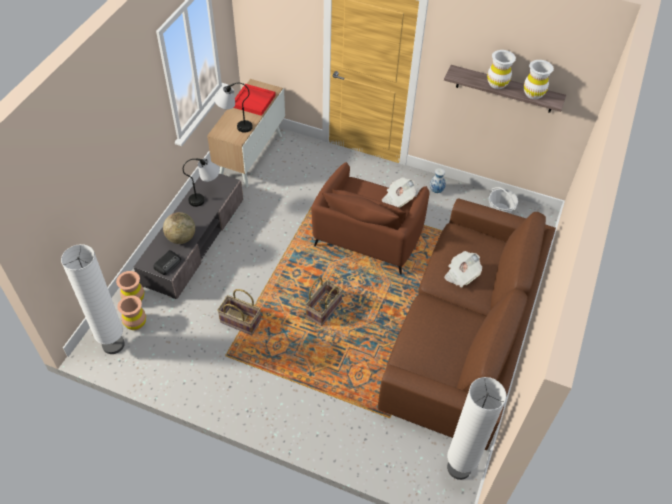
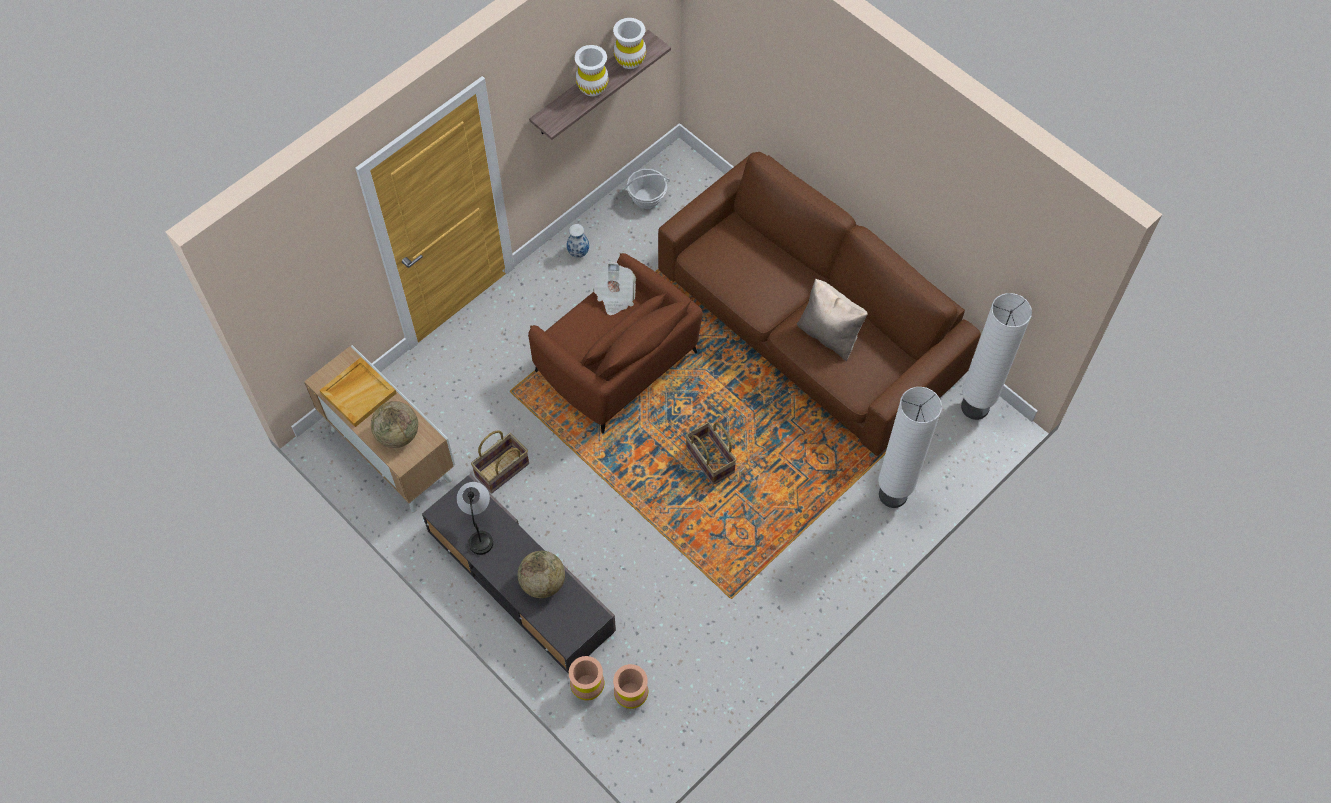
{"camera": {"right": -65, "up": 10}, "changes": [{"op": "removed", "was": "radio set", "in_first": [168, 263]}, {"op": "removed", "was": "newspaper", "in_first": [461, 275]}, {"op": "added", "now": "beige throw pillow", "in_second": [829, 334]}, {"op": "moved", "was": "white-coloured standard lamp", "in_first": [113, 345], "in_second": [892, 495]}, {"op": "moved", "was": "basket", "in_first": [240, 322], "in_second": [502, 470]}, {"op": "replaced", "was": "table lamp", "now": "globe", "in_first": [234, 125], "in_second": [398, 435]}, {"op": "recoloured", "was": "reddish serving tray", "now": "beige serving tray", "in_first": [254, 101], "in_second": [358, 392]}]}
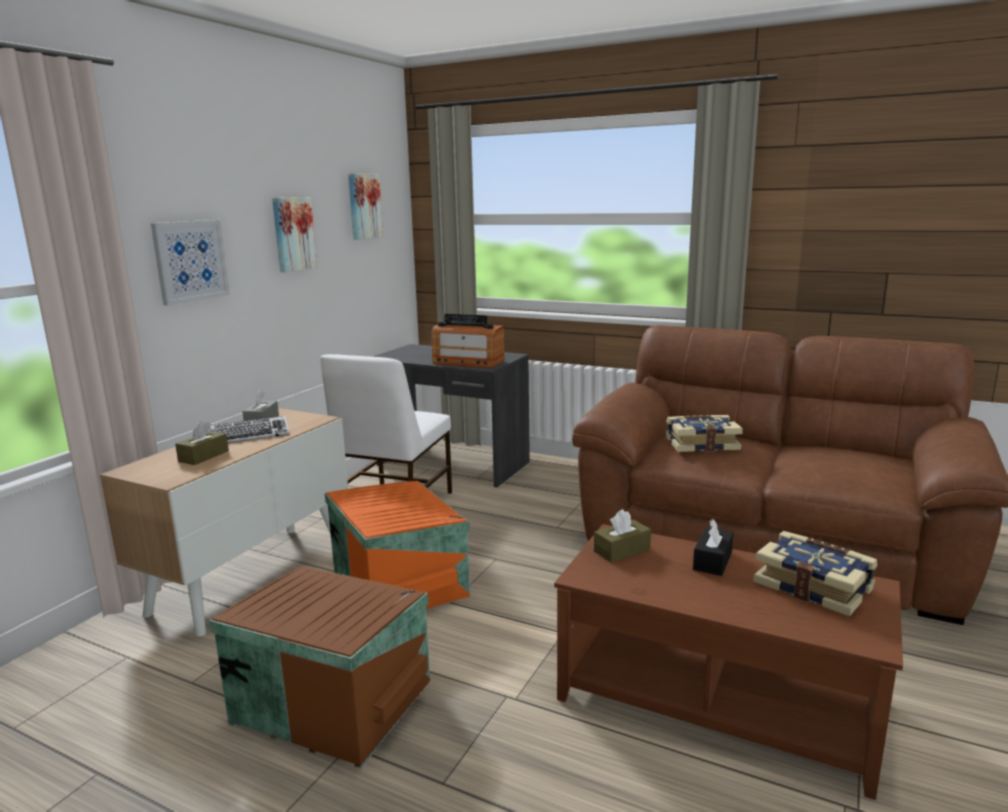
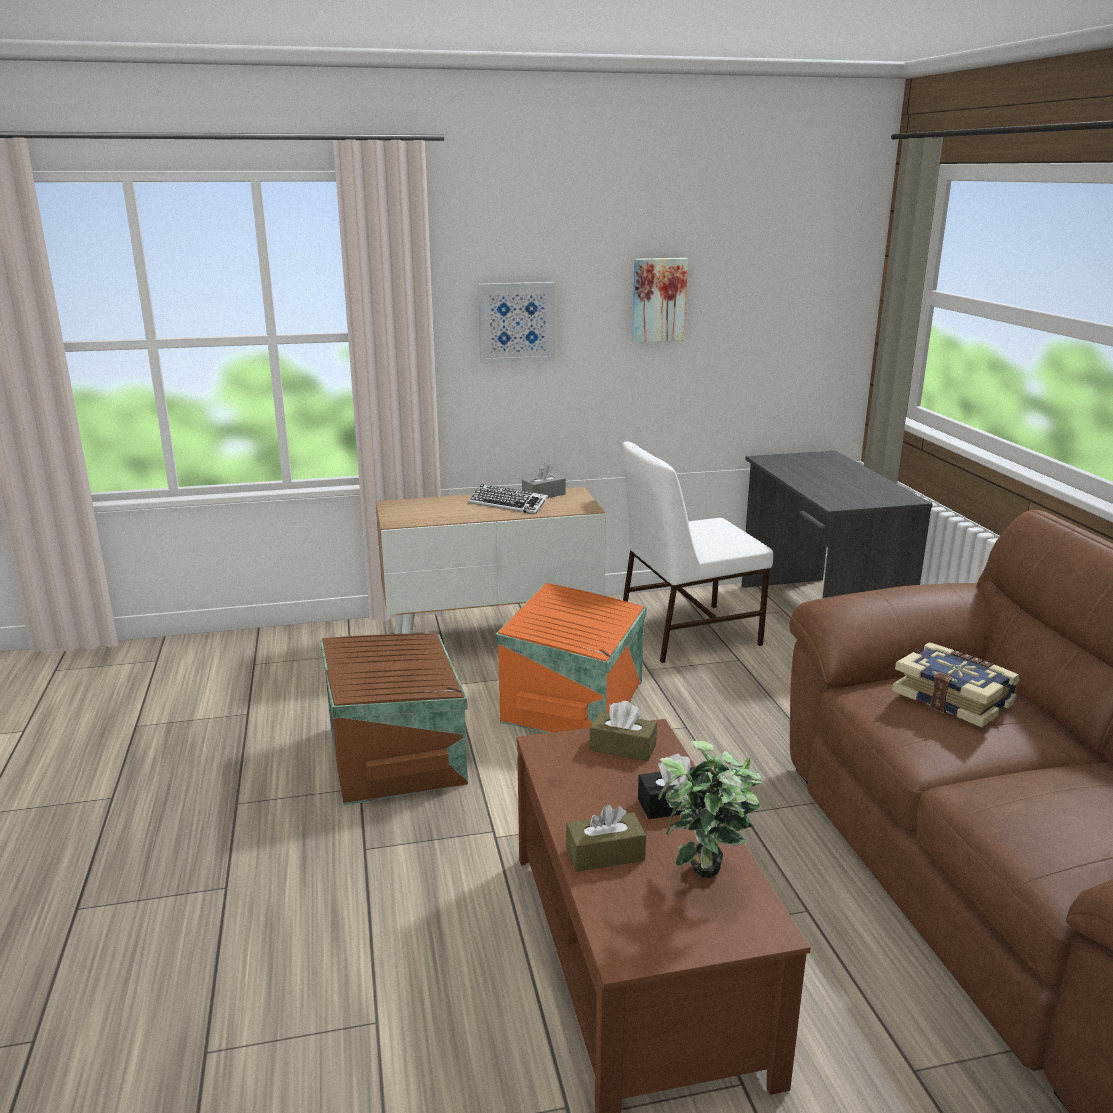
{"camera": {"right": 50, "up": 5}, "changes": [{"op": "removed", "was": "picture", "in_first": [363, 206]}, {"op": "removed", "was": "radio set", "in_first": [468, 362]}, {"op": "moved", "was": "brown-coloured tissue box", "in_first": [203, 456], "in_second": [605, 854]}, {"op": "replaced", "was": "volume", "now": "potted plant", "in_first": [813, 586], "in_second": [706, 884]}]}
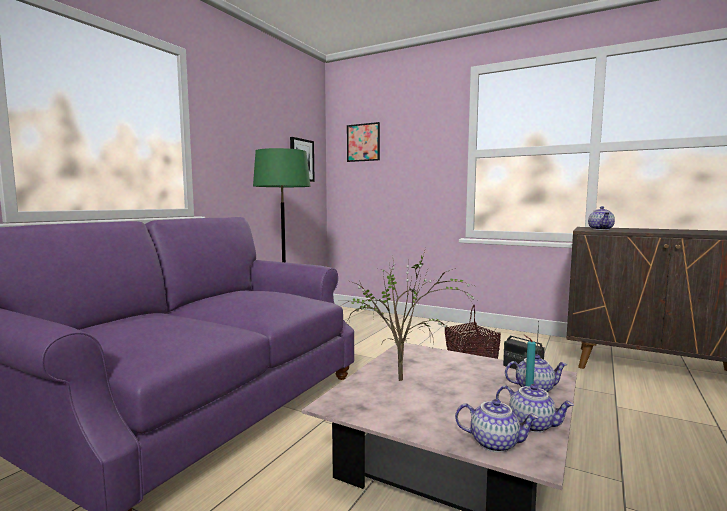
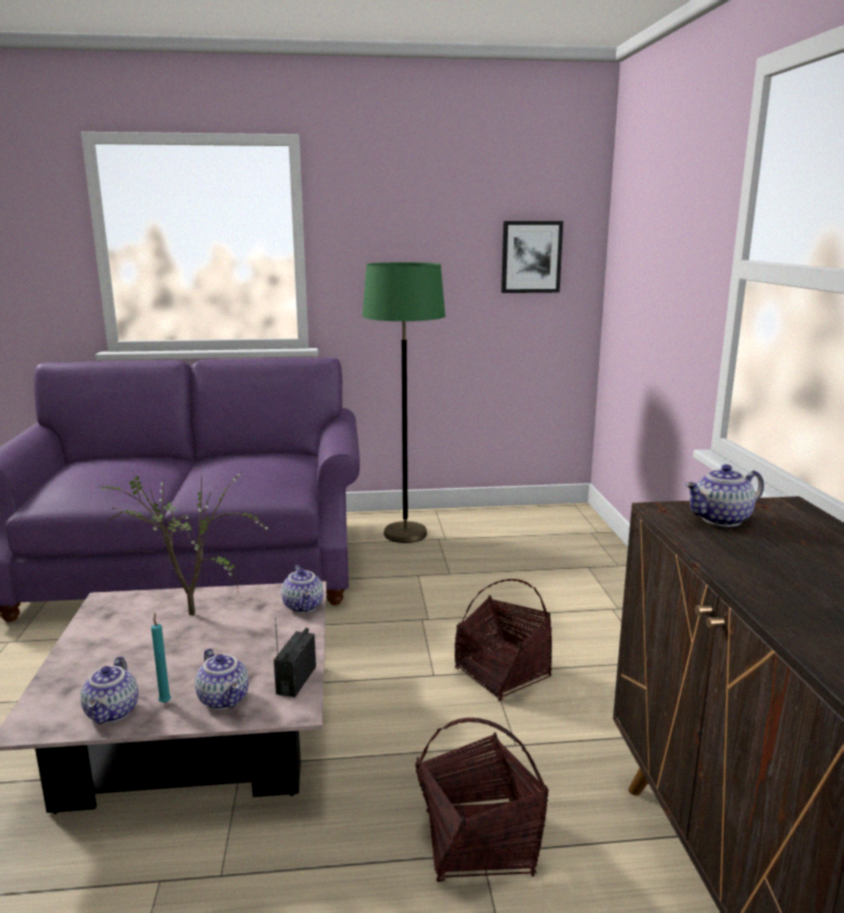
{"camera": {"right": 55, "up": 10}, "changes": [{"op": "removed", "was": "picture", "in_first": [363, 142]}, {"op": "added", "now": "basket", "in_second": [479, 843]}, {"op": "moved", "was": "pot for tea", "in_first": [495, 443], "in_second": [304, 606]}]}
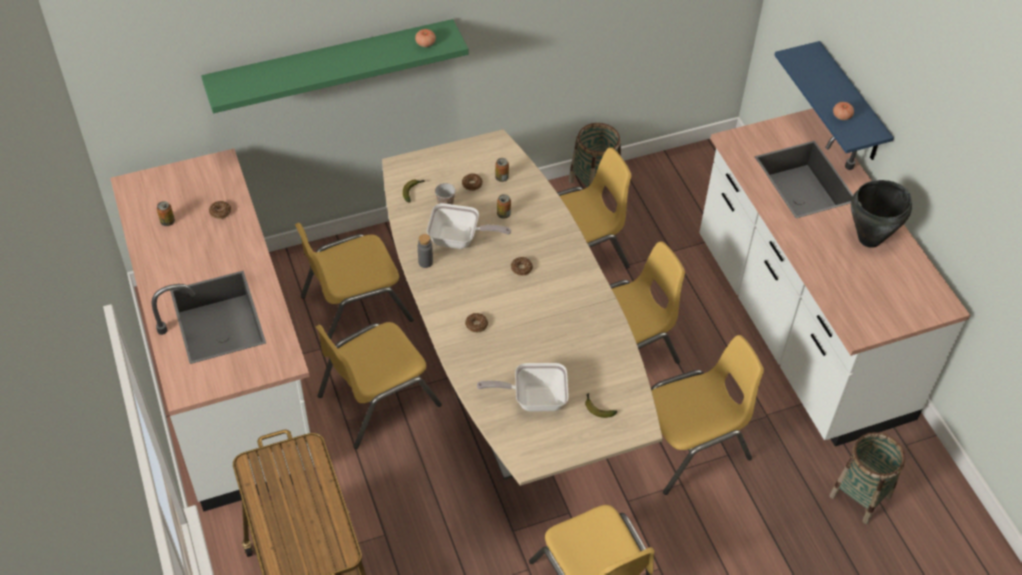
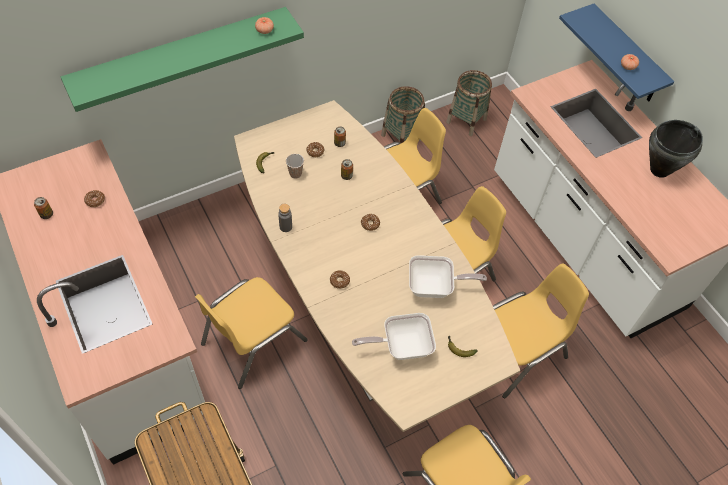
{"camera": {"right": -10, "up": 5}, "changes": [{"op": "removed", "was": "yellow chair", "in_first": [355, 307]}, {"op": "moved", "was": "frying pan", "in_first": [459, 239], "in_second": [435, 287]}, {"op": "moved", "was": "basket", "in_first": [860, 496], "in_second": [466, 120]}]}
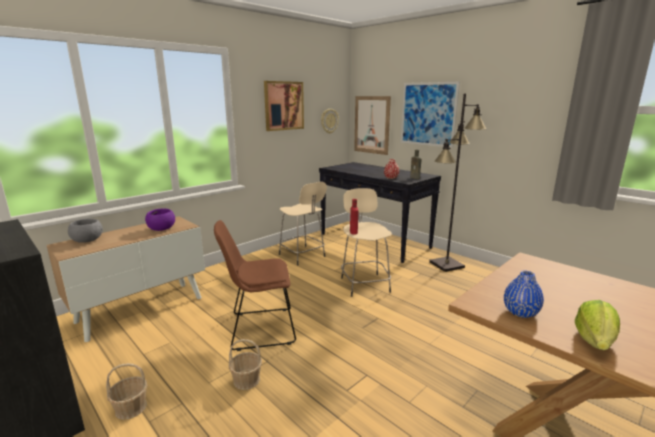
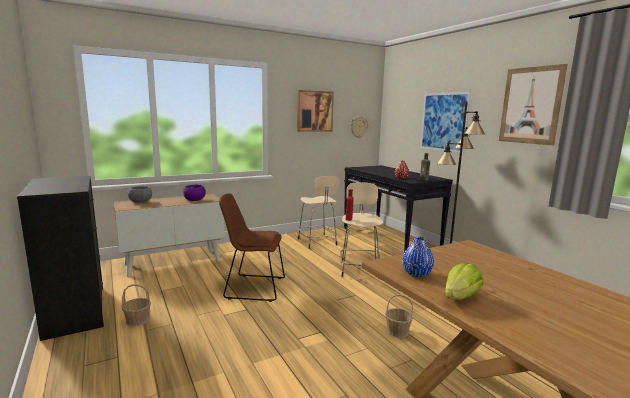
{"camera": {"right": 15, "up": -5}, "changes": [{"op": "moved", "was": "basket", "in_first": [246, 380], "in_second": [397, 331]}, {"op": "moved", "was": "picture", "in_first": [371, 125], "in_second": [530, 105]}]}
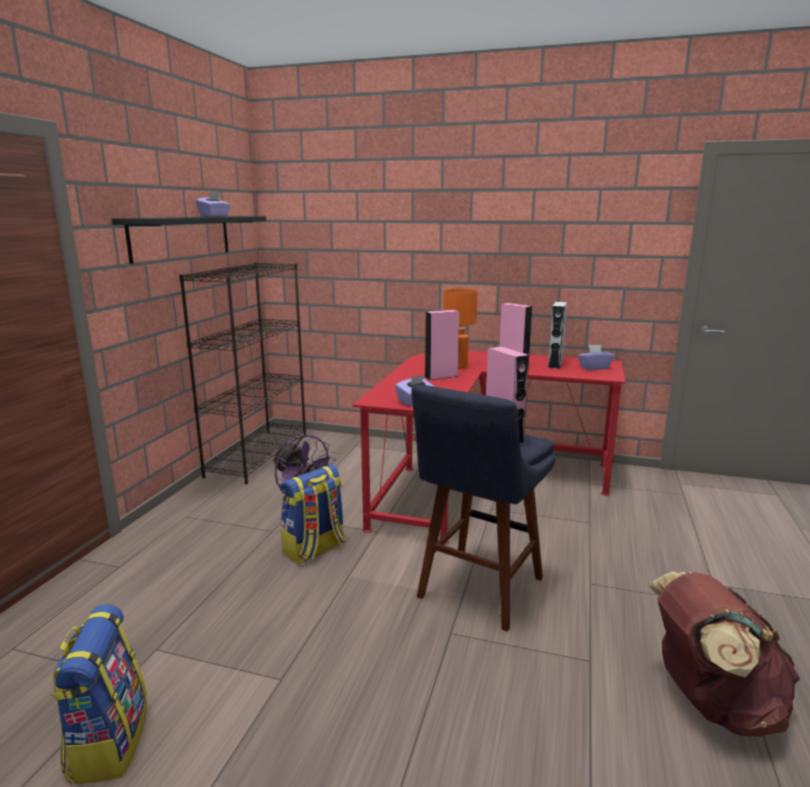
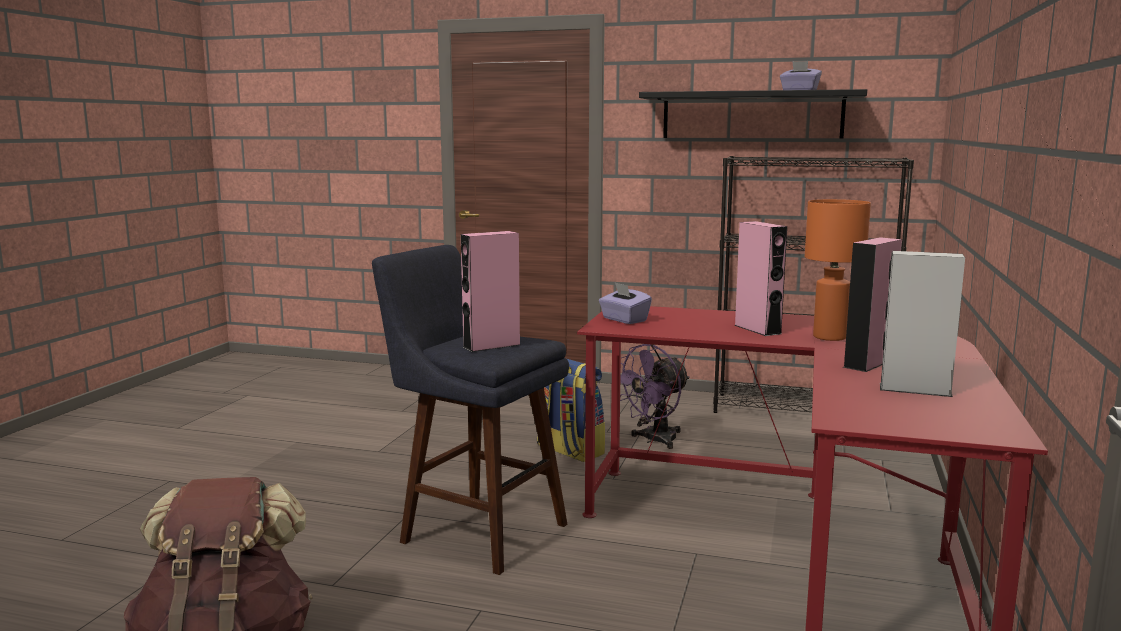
{"camera": {"right": 90, "up": -5}, "changes": [{"op": "removed", "was": "backpack", "in_first": [108, 742]}, {"op": "removed", "was": "purple-coloured tissue box", "in_first": [594, 368]}]}
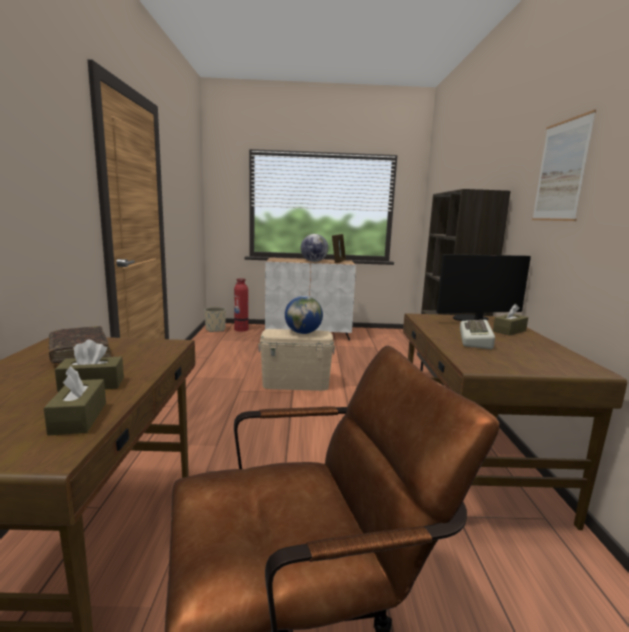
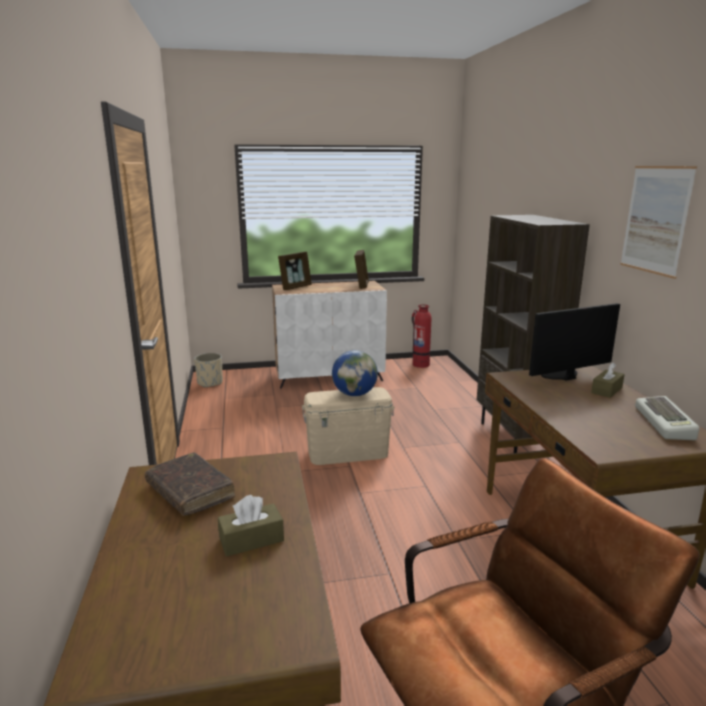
{"camera": {"right": -10, "up": 5}, "changes": [{"op": "removed", "was": "brown-coloured tissue box", "in_first": [78, 418]}, {"op": "removed", "was": "globe", "in_first": [313, 261]}, {"op": "added", "now": "standing frame", "in_second": [296, 287]}, {"op": "moved", "was": "fire extinguisher", "in_first": [241, 329], "in_second": [420, 364]}, {"op": "moved", "was": "computer keyboard", "in_first": [477, 339], "in_second": [666, 423]}]}
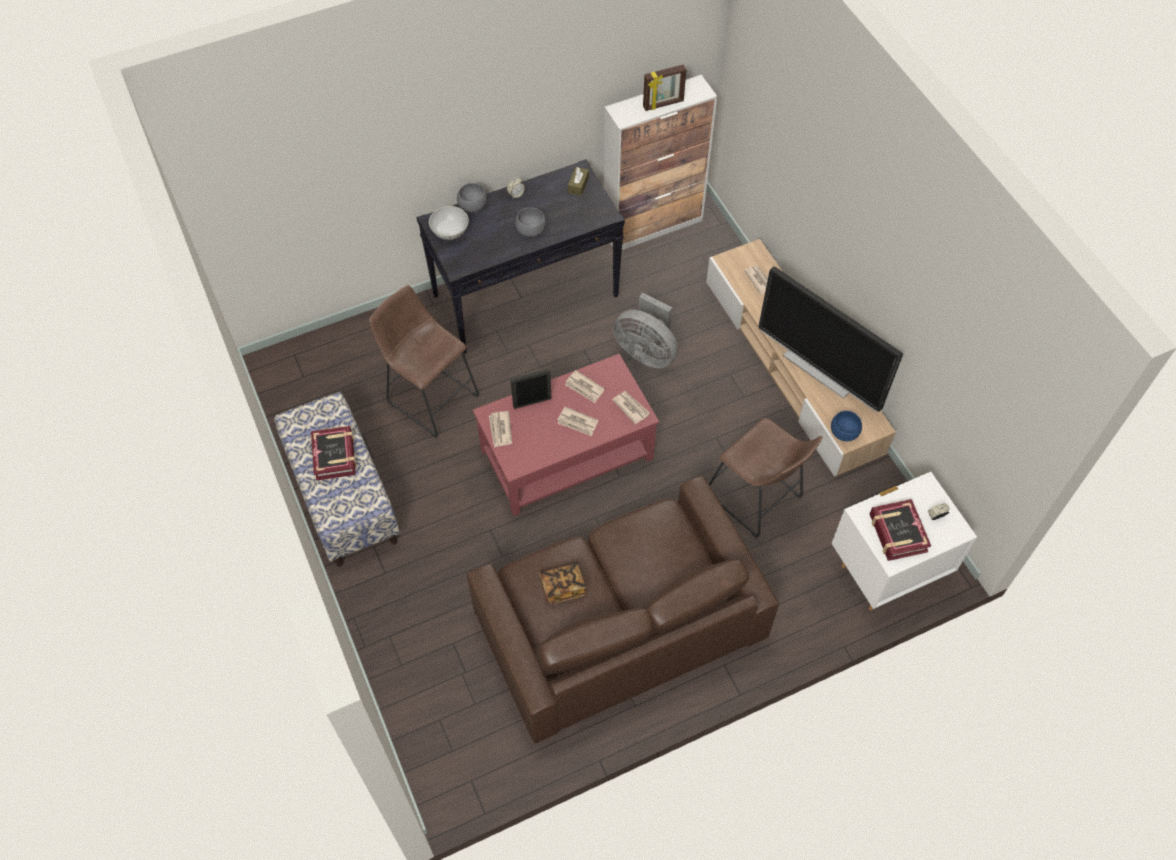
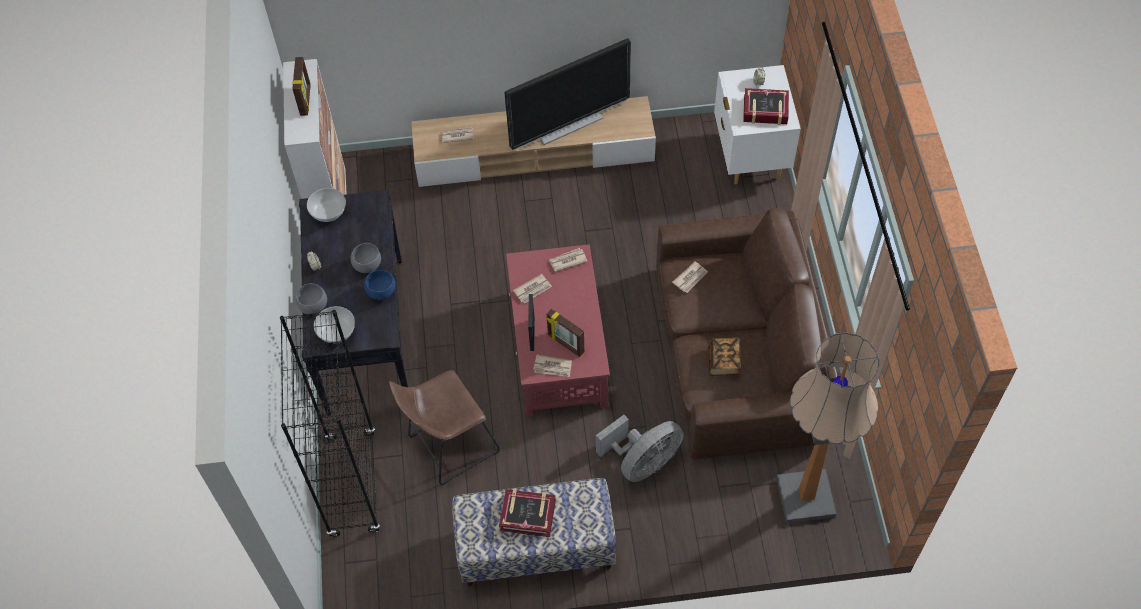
{"camera": {"right": -70, "up": 0}, "changes": [{"op": "removed", "was": "brown-coloured stool seat", "in_first": [757, 499]}, {"op": "added", "now": "black-coloured shelving unit", "in_second": [352, 484]}, {"op": "added", "now": "standing frame", "in_second": [565, 344]}, {"op": "added", "now": "standard lamp", "in_second": [805, 497]}, {"op": "moved", "was": "newspaper", "in_first": [577, 423], "in_second": [690, 278]}, {"op": "moved", "was": "gray fan", "in_first": [646, 352], "in_second": [642, 462]}, {"op": "moved", "was": "blue serving bowl", "in_first": [844, 433], "in_second": [381, 291]}, {"op": "replaced", "was": "brown-coloured tissue box", "now": "white-coloured serving bowl", "in_first": [578, 185], "in_second": [329, 213]}]}
